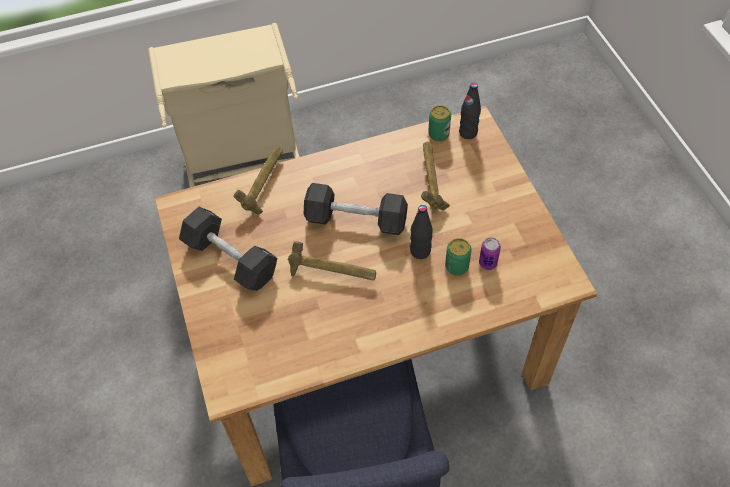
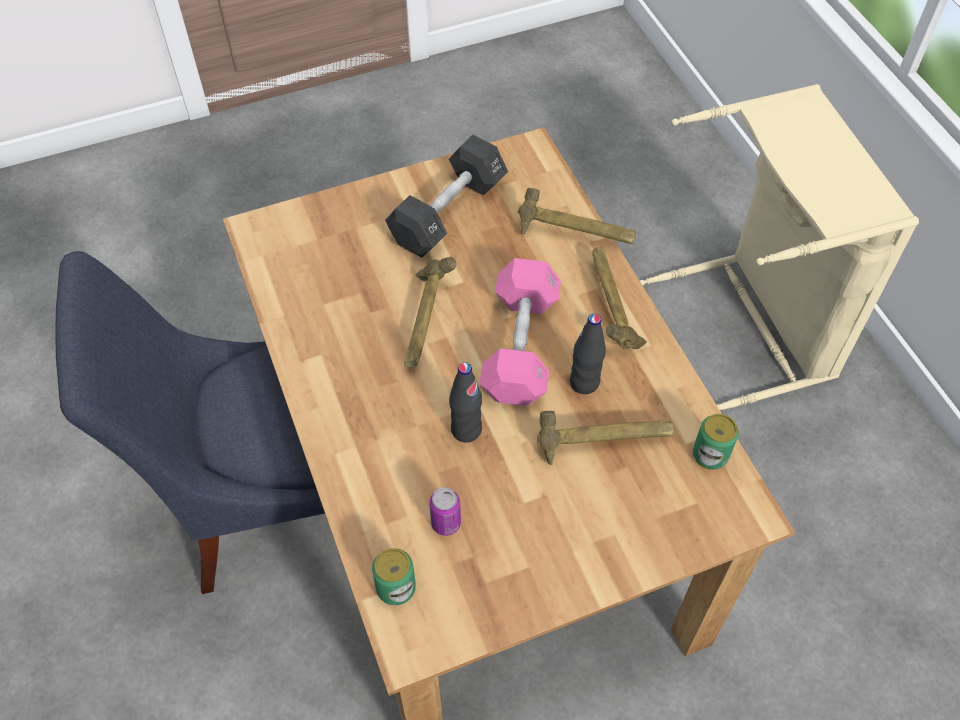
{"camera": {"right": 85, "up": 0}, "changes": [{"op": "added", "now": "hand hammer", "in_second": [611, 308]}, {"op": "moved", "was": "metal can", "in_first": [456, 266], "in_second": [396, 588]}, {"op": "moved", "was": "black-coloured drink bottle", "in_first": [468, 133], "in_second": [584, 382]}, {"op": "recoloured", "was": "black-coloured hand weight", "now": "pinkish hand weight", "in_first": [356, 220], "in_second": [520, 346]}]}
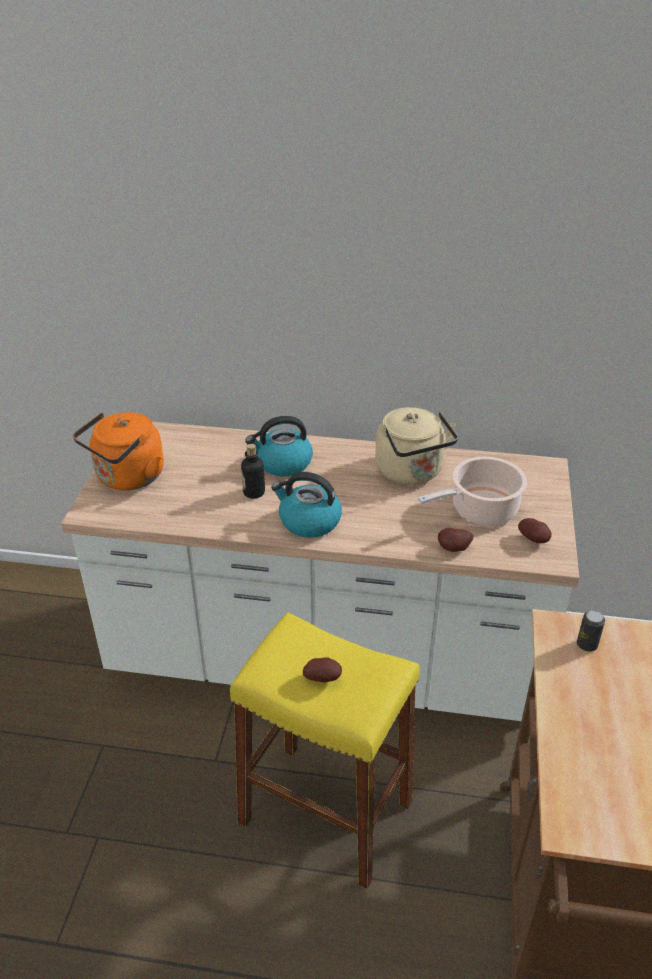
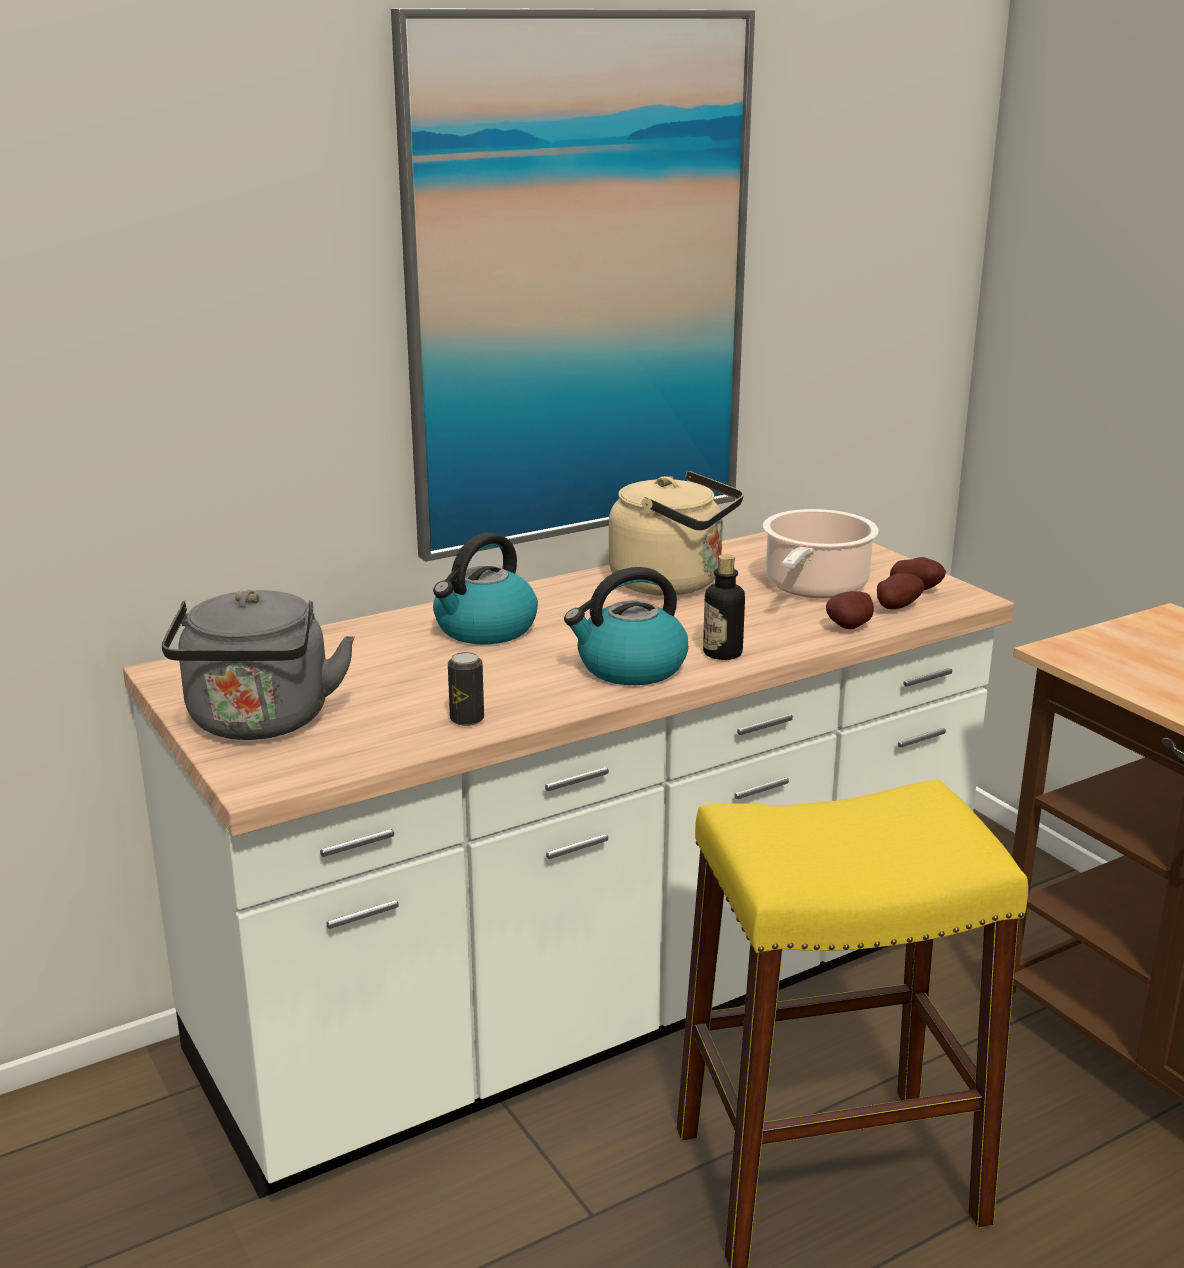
{"camera": {"right": -40, "up": -15}, "changes": [{"op": "added", "now": "picture", "in_second": [580, 284]}, {"op": "moved", "was": "drink bottle", "in_first": [254, 492], "in_second": [722, 653]}, {"op": "moved", "was": "potato", "in_first": [323, 678], "in_second": [895, 608]}, {"op": "moved", "was": "metal can", "in_first": [587, 645], "in_second": [467, 719]}, {"op": "recoloured", "was": "orange tea kettle", "now": "gray tea kettle", "in_first": [127, 478], "in_second": [259, 723]}]}
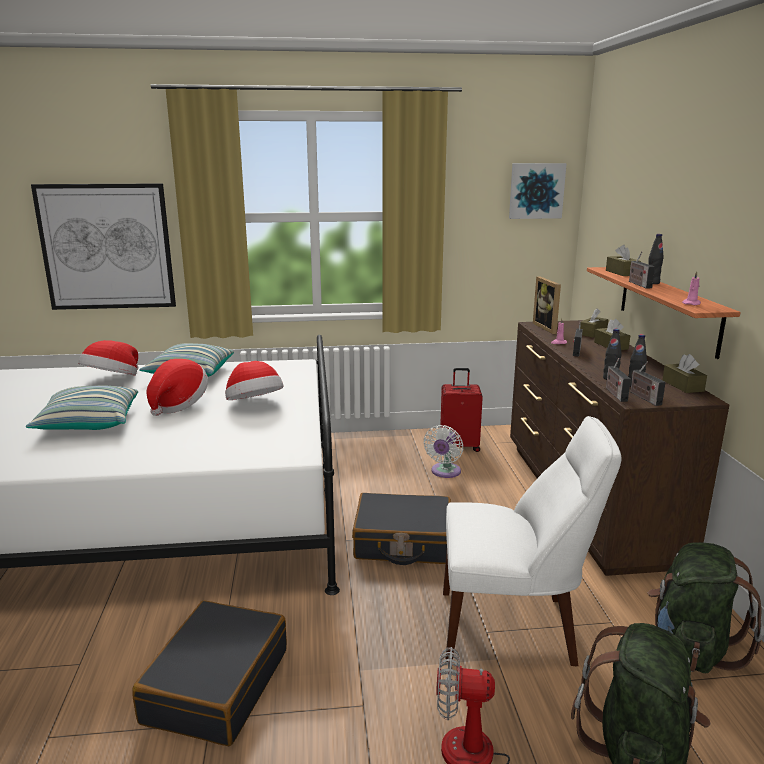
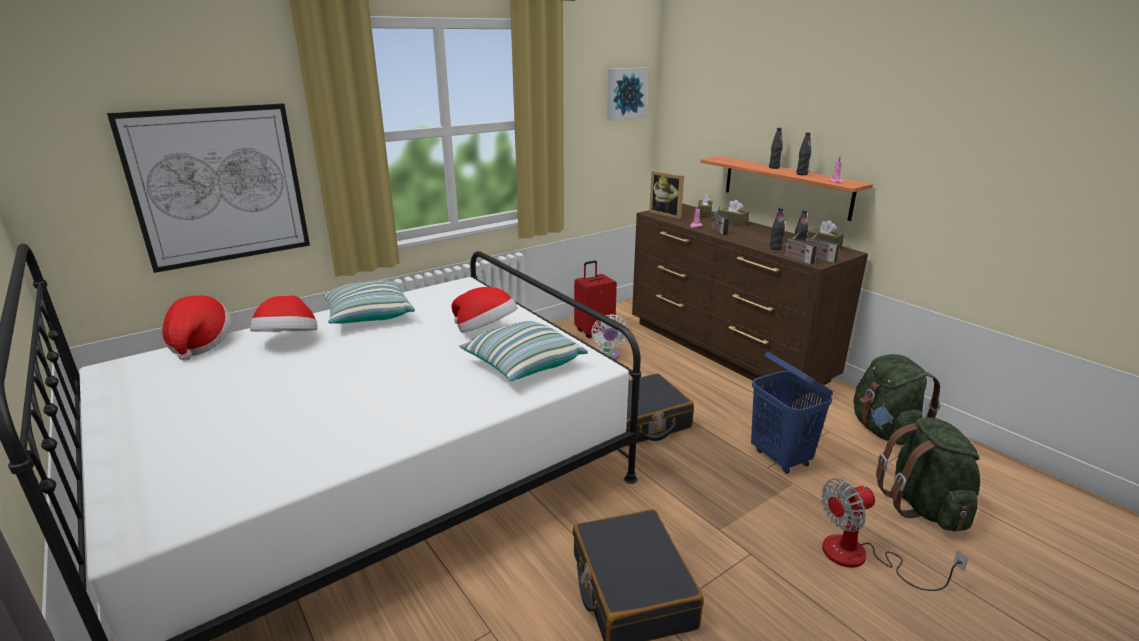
{"camera": {"right": -30, "up": 5}, "changes": [{"op": "removed", "was": "brown-coloured tissue box", "in_first": [621, 273]}, {"op": "removed", "was": "radio set", "in_first": [638, 284]}, {"op": "added", "now": "black-coloured drink bottle", "in_second": [801, 174]}, {"op": "moved", "was": "throw pillow", "in_first": [88, 424], "in_second": [522, 365]}, {"op": "moved", "was": "hat", "in_first": [178, 404], "in_second": [200, 344]}, {"op": "replaced", "was": "white-coloured chair", "now": "blue hamper", "in_first": [513, 628], "in_second": [780, 458]}]}
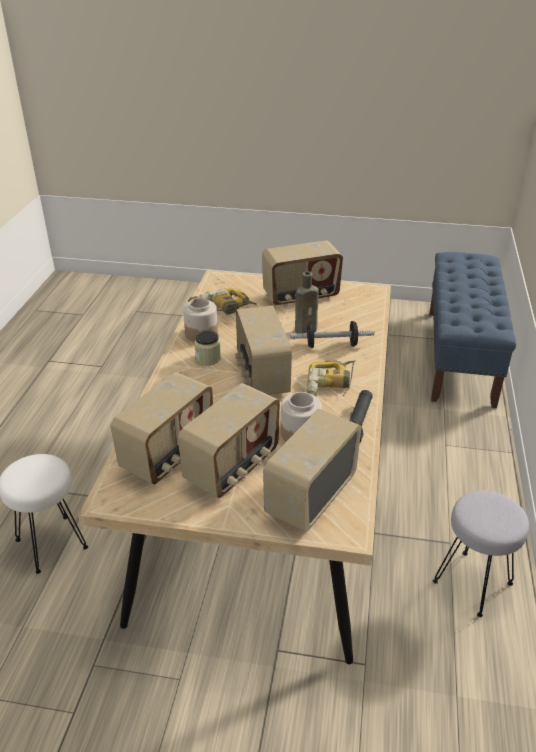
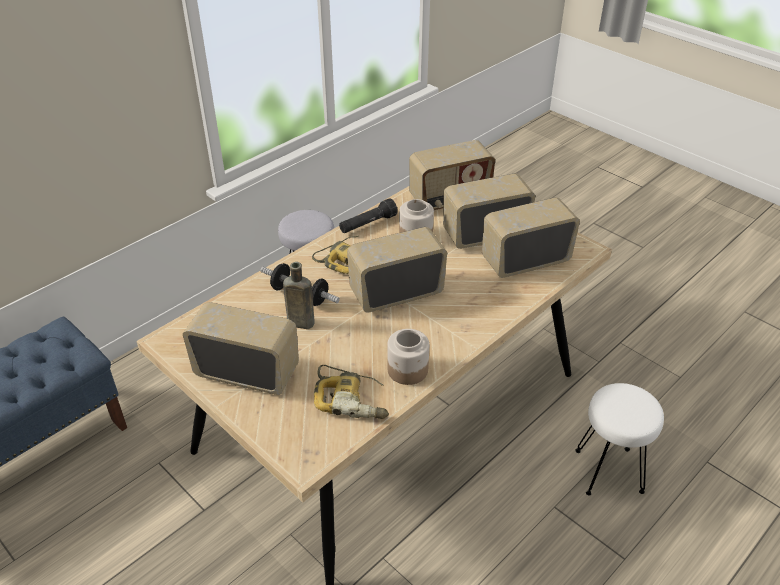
{"camera": {"right": -145, "up": 5}, "changes": [{"op": "removed", "was": "preserve jar", "in_first": [208, 358]}, {"op": "turned", "was": "radio set", "in_first": [261, 375], "in_second": [396, 293], "clockwise": -135}]}
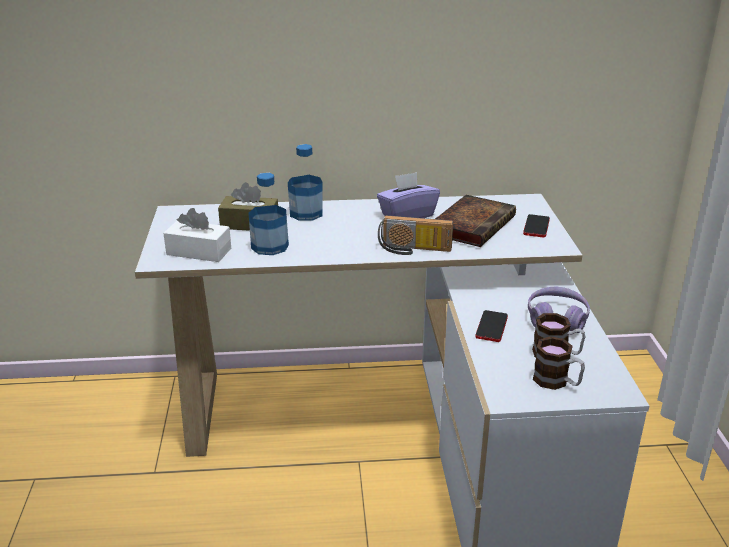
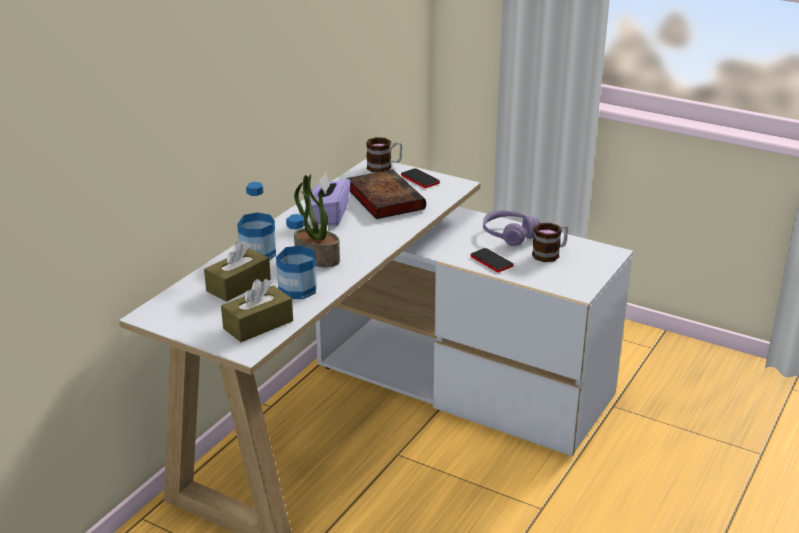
{"camera": {"right": -55, "up": 0}, "changes": [{"op": "removed", "was": "radio set", "in_first": [413, 250]}, {"op": "added", "now": "potted plant", "in_second": [316, 258]}, {"op": "moved", "was": "tea mug", "in_first": [557, 382], "in_second": [384, 167]}, {"op": "recoloured", "was": "white-coloured tissue box", "now": "brown-coloured tissue box", "in_first": [199, 251], "in_second": [258, 325]}]}
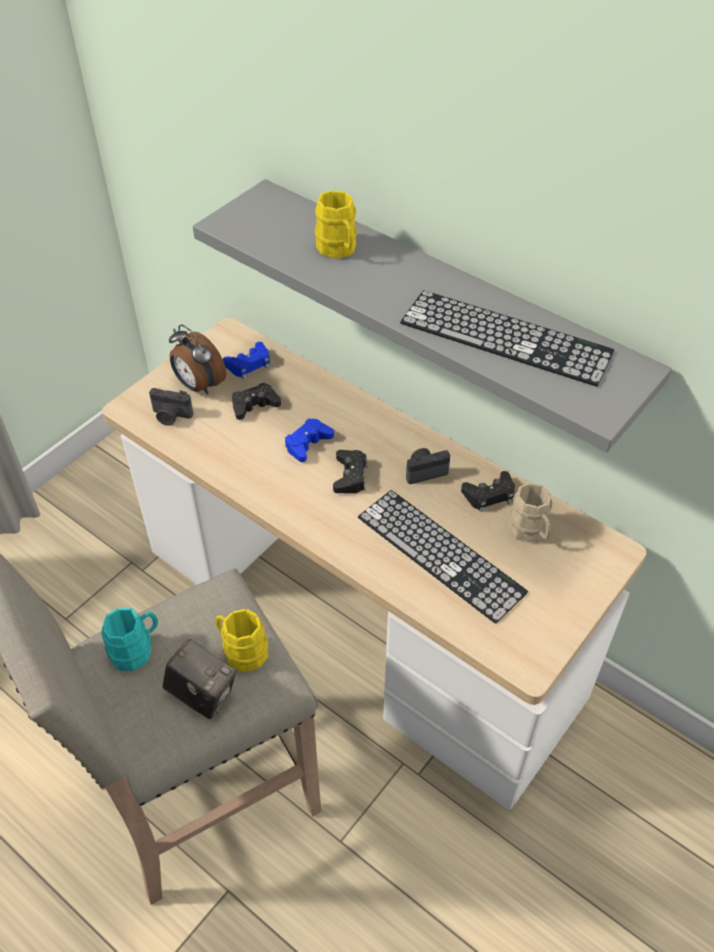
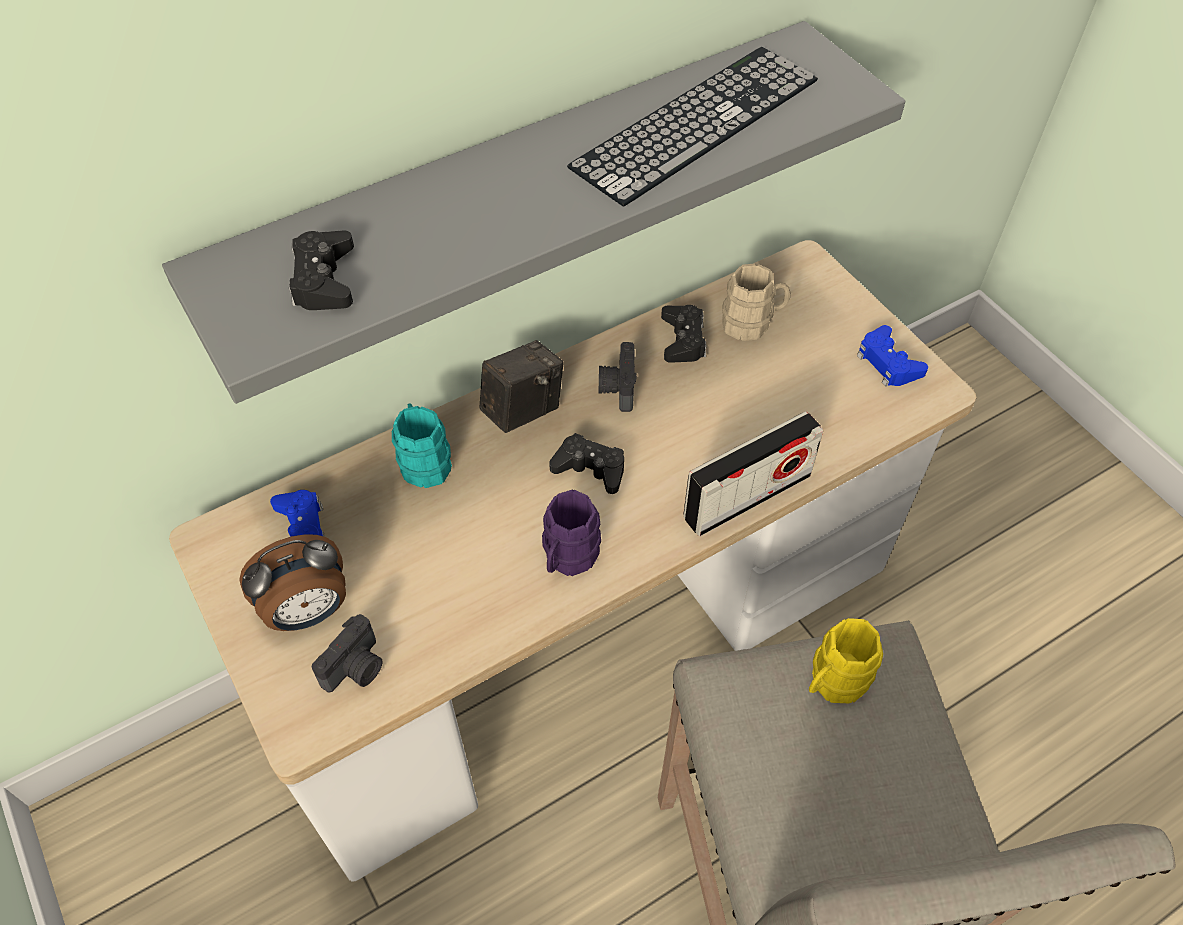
{"camera": {"right": -70, "up": 5}, "changes": [{"op": "removed", "was": "yellow tea mug", "in_first": [338, 250]}, {"op": "removed", "was": "computer keyboard", "in_first": [440, 554]}, {"op": "added", "now": "purple-coloured tea mug", "in_second": [567, 557]}, {"op": "added", "now": "radio set", "in_second": [747, 496]}, {"op": "moved", "was": "turquoise tea mug", "in_first": [137, 649], "in_second": [424, 460]}, {"op": "moved", "was": "photo camera", "in_first": [203, 694], "in_second": [522, 409]}, {"op": "moved", "was": "black-coloured joypad", "in_first": [254, 405], "in_second": [324, 280]}, {"op": "moved", "was": "blue joypad", "in_first": [307, 444], "in_second": [888, 363]}]}
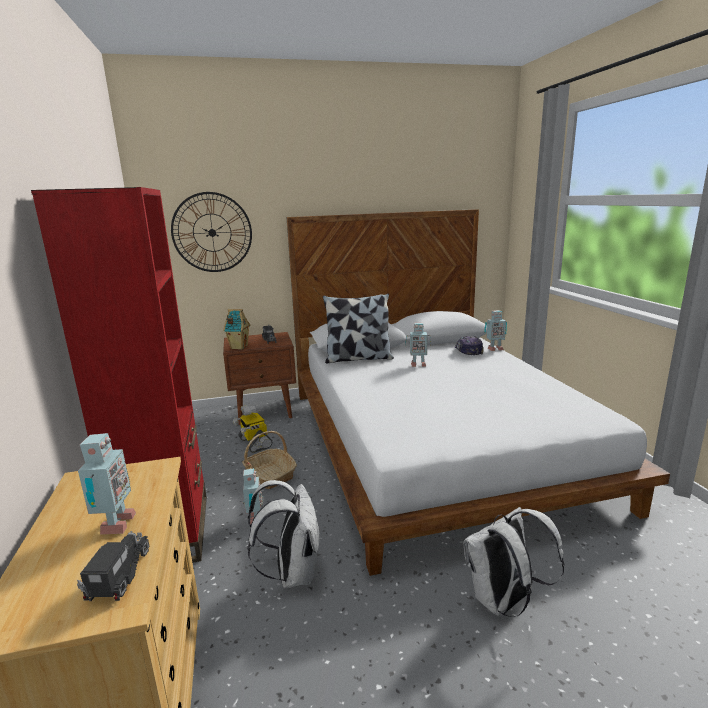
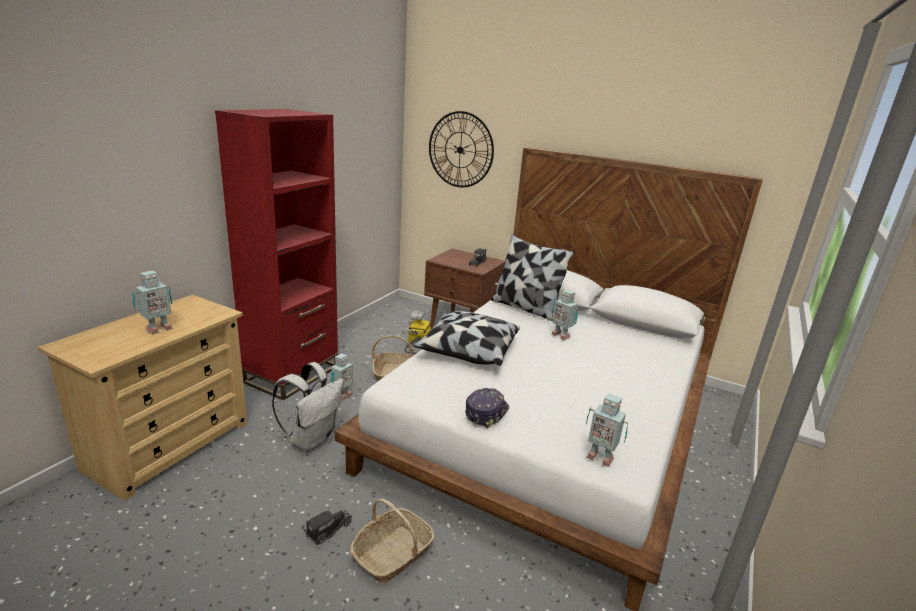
{"camera": {"right": 40, "up": 5}, "changes": [{"op": "removed", "was": "miniature house", "in_first": [238, 347]}, {"op": "added", "now": "throw pillow", "in_second": [467, 351]}, {"op": "moved", "was": "toy truck", "in_first": [119, 577], "in_second": [327, 531]}, {"op": "moved", "was": "peaked cap", "in_first": [468, 351], "in_second": [486, 412]}, {"op": "moved", "was": "toy robot", "in_first": [494, 349], "in_second": [599, 457]}, {"op": "replaced", "was": "white-coloured backpack", "now": "basket", "in_first": [504, 602], "in_second": [392, 554]}]}
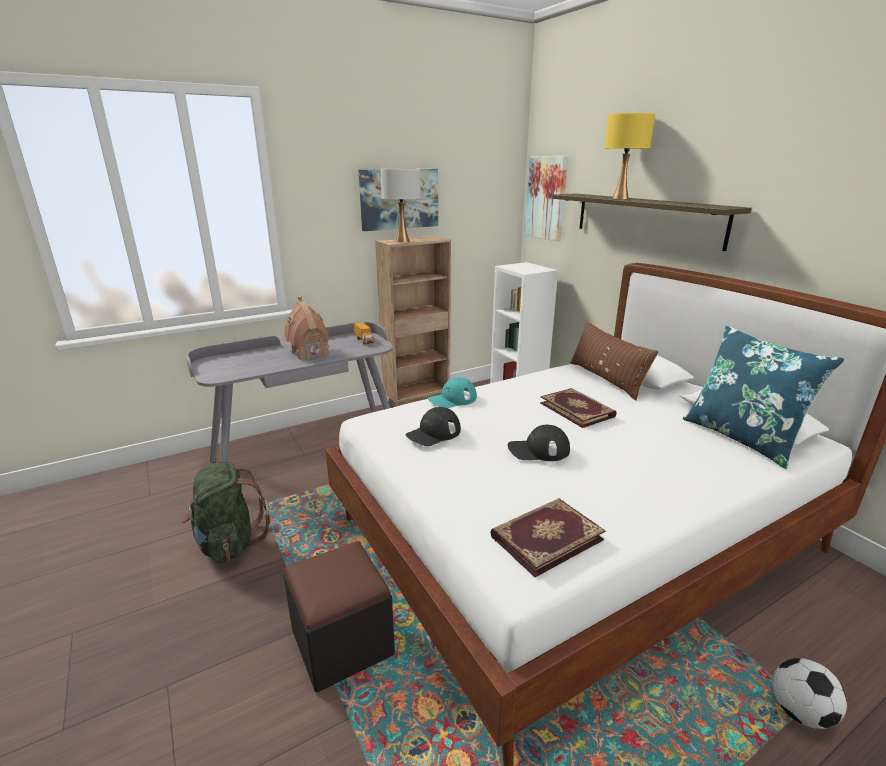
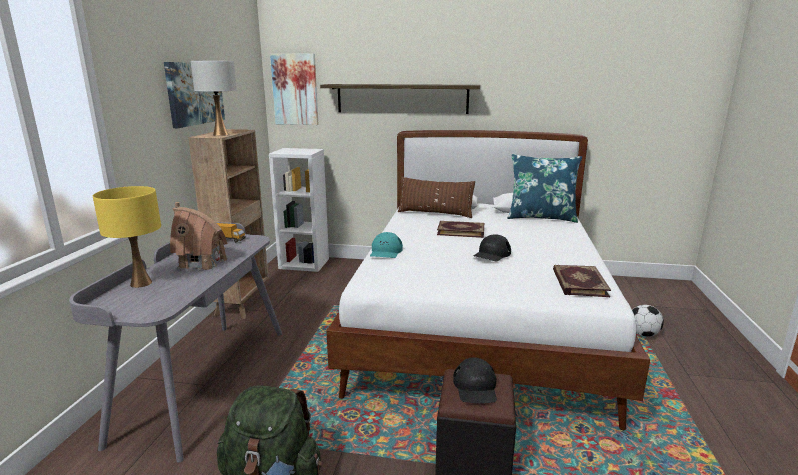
{"camera": {"right": -50, "up": -5}, "changes": [{"op": "moved", "was": "black-coloured peaked cap", "in_first": [433, 433], "in_second": [475, 387]}, {"op": "moved", "was": "yellow table lamp", "in_first": [620, 198], "in_second": [141, 283]}]}
